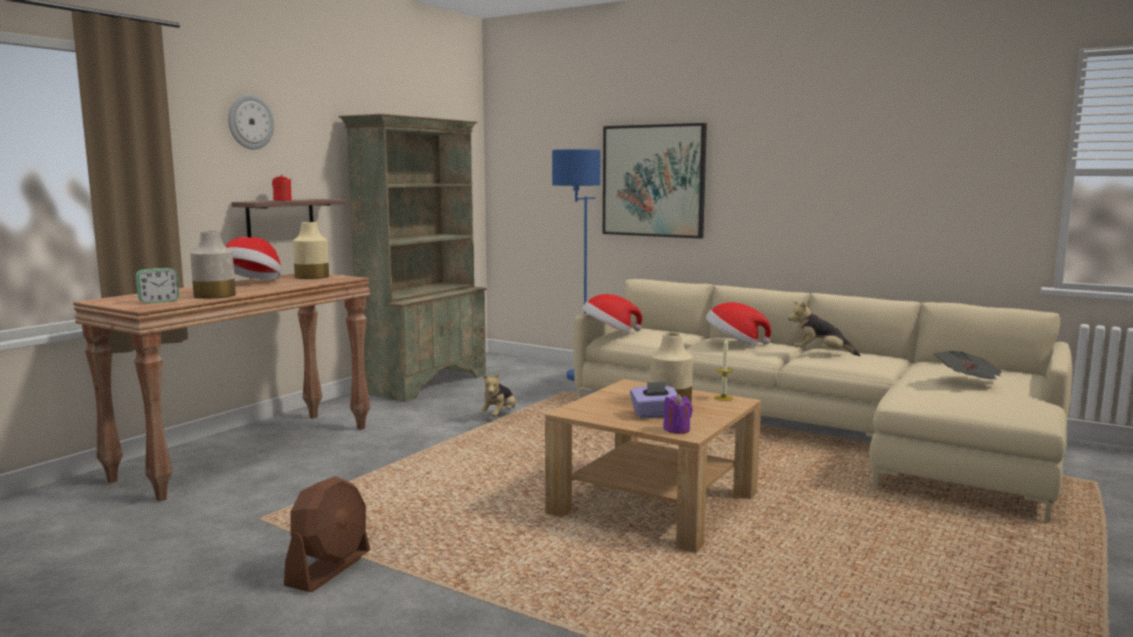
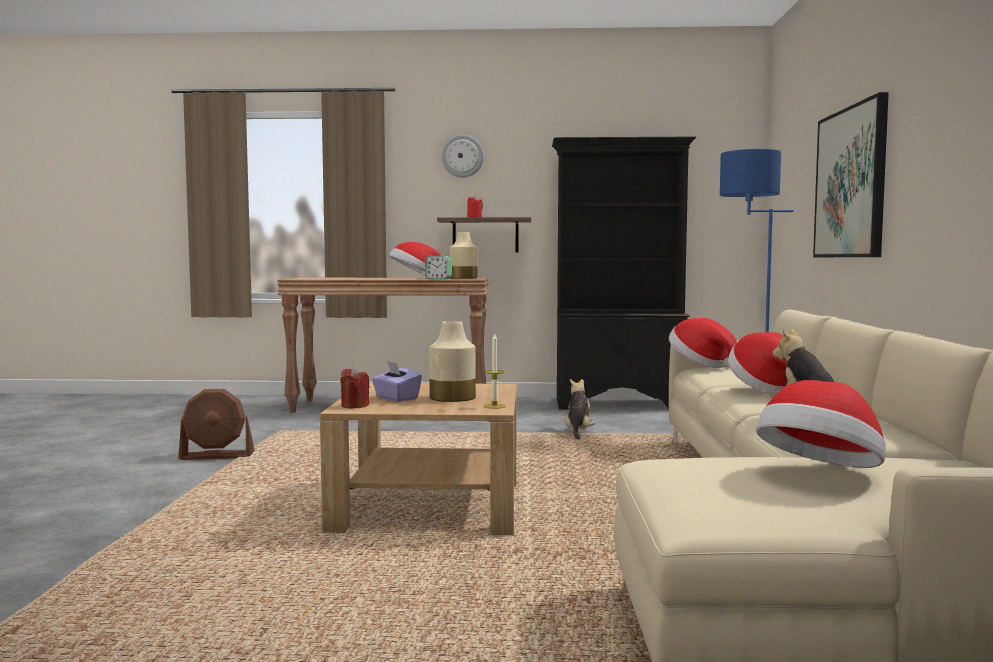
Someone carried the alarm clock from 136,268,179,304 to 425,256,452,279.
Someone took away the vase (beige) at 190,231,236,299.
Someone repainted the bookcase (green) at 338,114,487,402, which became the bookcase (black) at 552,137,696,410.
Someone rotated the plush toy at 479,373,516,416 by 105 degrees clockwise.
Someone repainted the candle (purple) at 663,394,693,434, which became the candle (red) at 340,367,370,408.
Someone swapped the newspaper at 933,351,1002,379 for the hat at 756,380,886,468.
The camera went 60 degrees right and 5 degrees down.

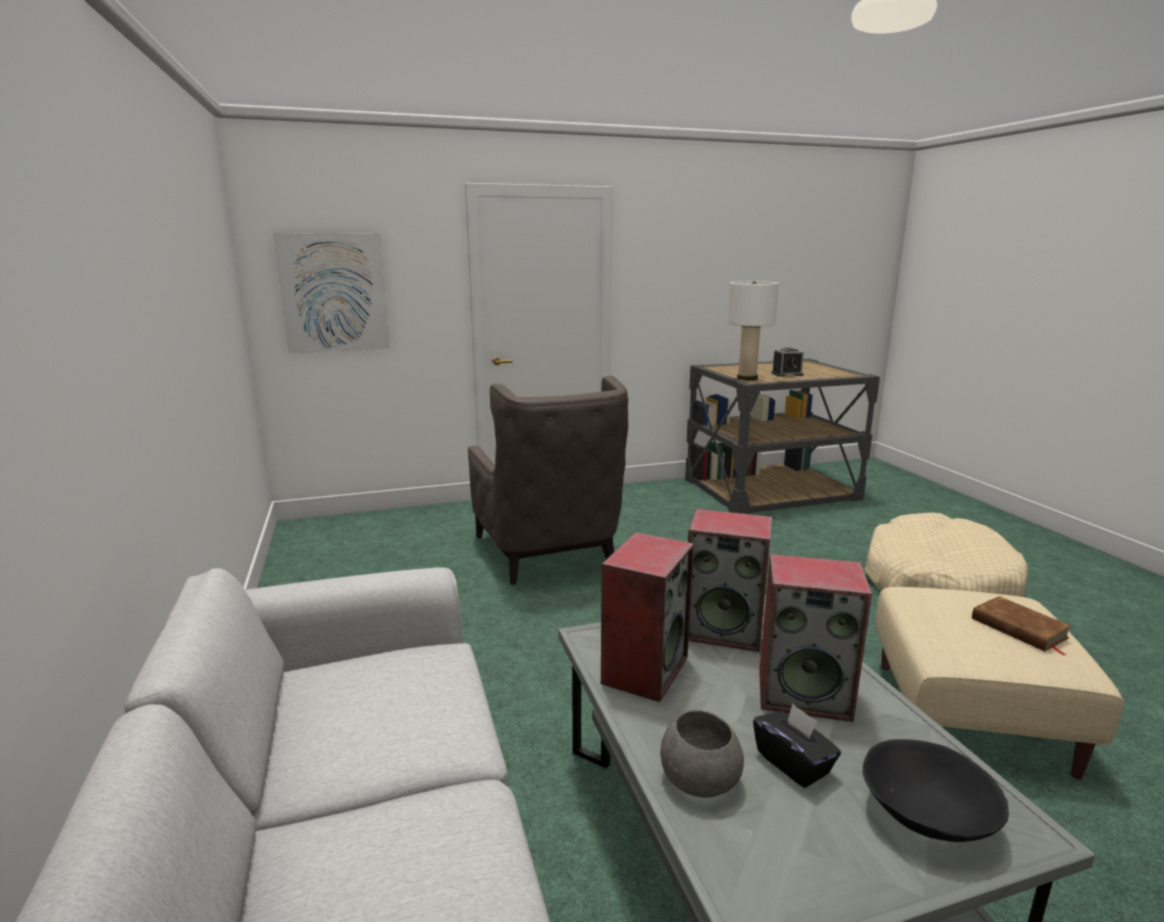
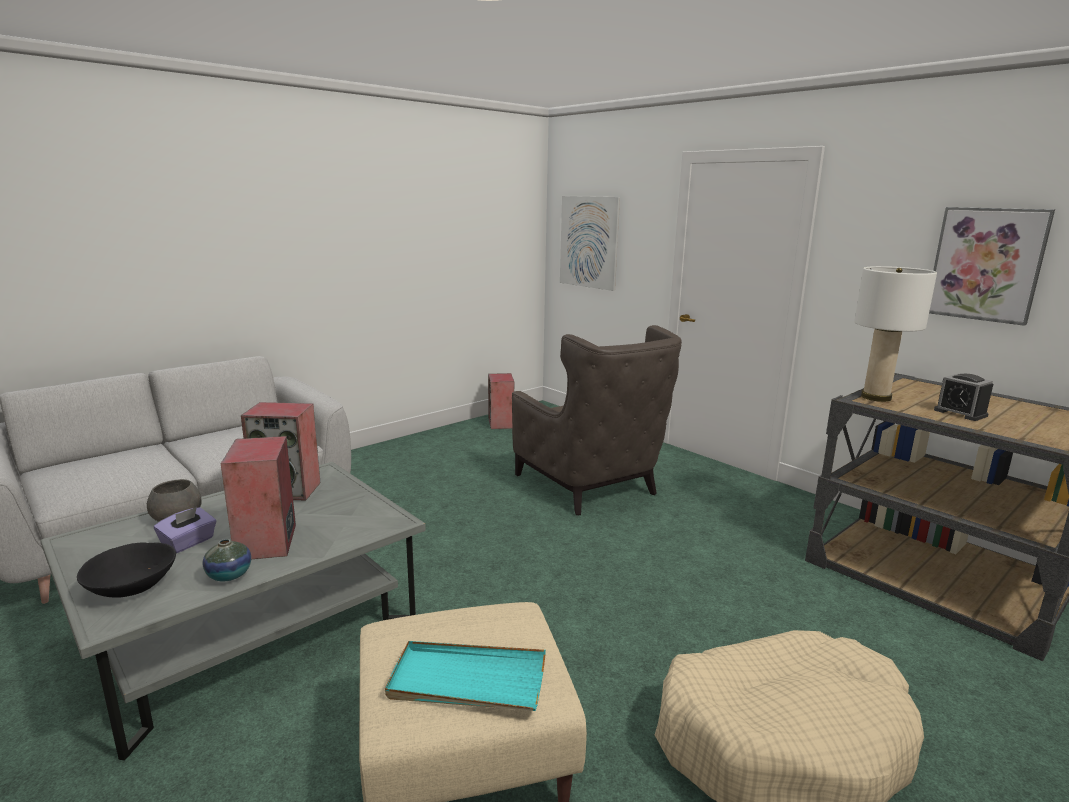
Someone rotated the armchair (grey) at 468,376,628,585 by 75 degrees counterclockwise.
Someone carried the speaker from 688,509,772,652 to 488,373,514,429.
Someone repainted the tissue box (black) at 753,703,841,788, which became the tissue box (purple) at 154,507,217,553.
Someone swapped the book (brown) at 972,596,1072,655 for the tray (turquoise) at 385,641,546,711.
Someone put down the vase at 202,539,251,581.
Someone put up the picture at 929,207,1055,326.
The camera went 65 degrees right and 0 degrees up.

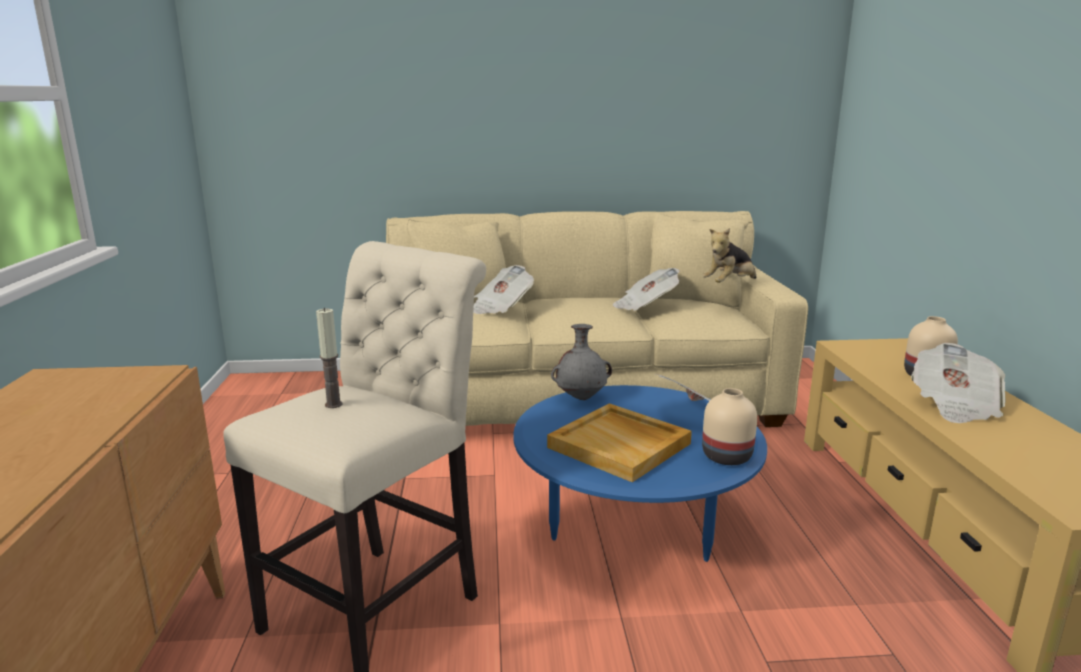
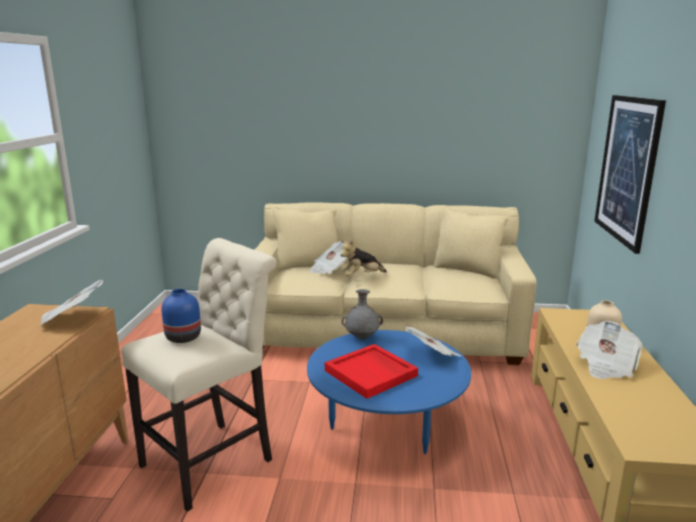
Someone swapped the candle at 316,308,343,408 for the vase (blue) at 161,289,201,343.
Someone repainted the tray (beige) at 547,403,692,482, which became the tray (red) at 325,344,418,399.
Someone carried the newspaper from 613,268,680,311 to 39,280,103,326.
Someone carried the plush toy from 702,228,756,283 to 341,240,387,276.
Someone took away the vase (beige) at 702,388,757,465.
Someone put up the picture at 594,95,666,254.
The camera went 10 degrees right and 0 degrees up.

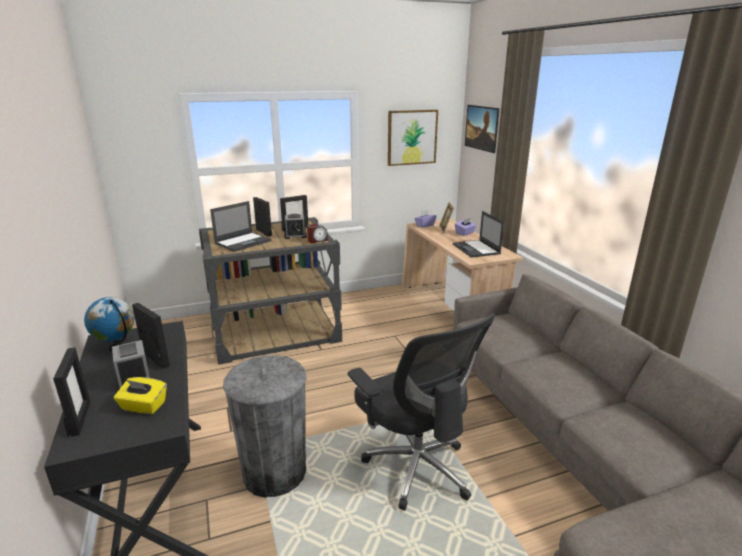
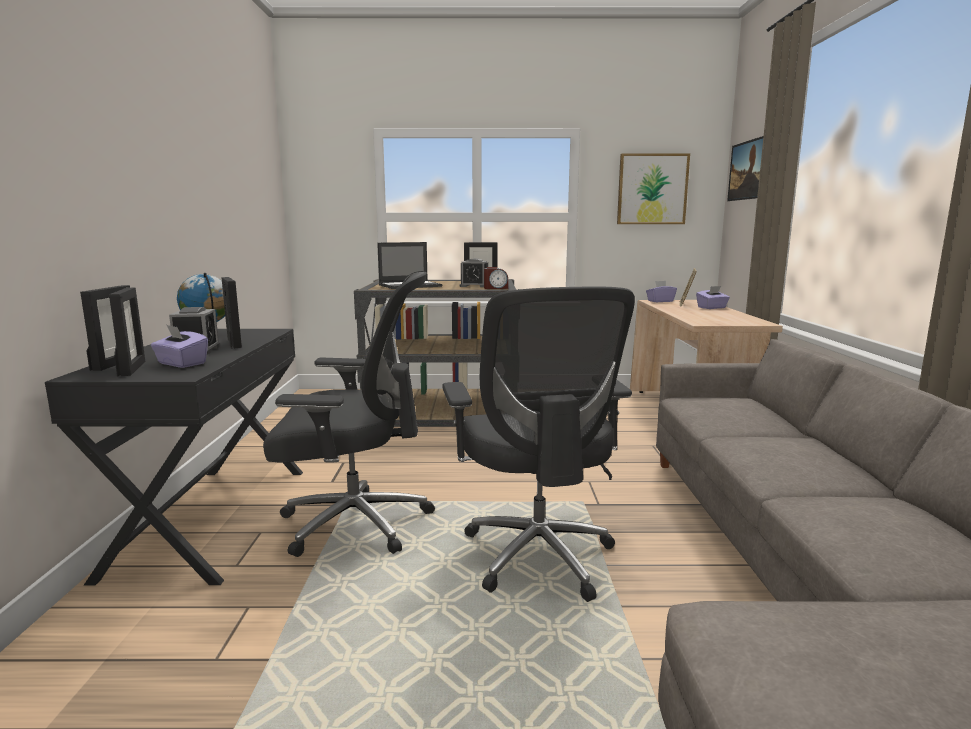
Someone repainted the tissue box (yellow) at 114,377,167,414, which became the tissue box (purple) at 151,325,208,368.
Someone swapped the trash can (grey) at 223,355,307,498 for the office chair at 263,271,435,557.
Someone carried the picture frame from 253,197,272,237 to 109,288,145,377.
Someone took away the laptop at 453,211,504,258.
The camera went 20 degrees right and 10 degrees down.

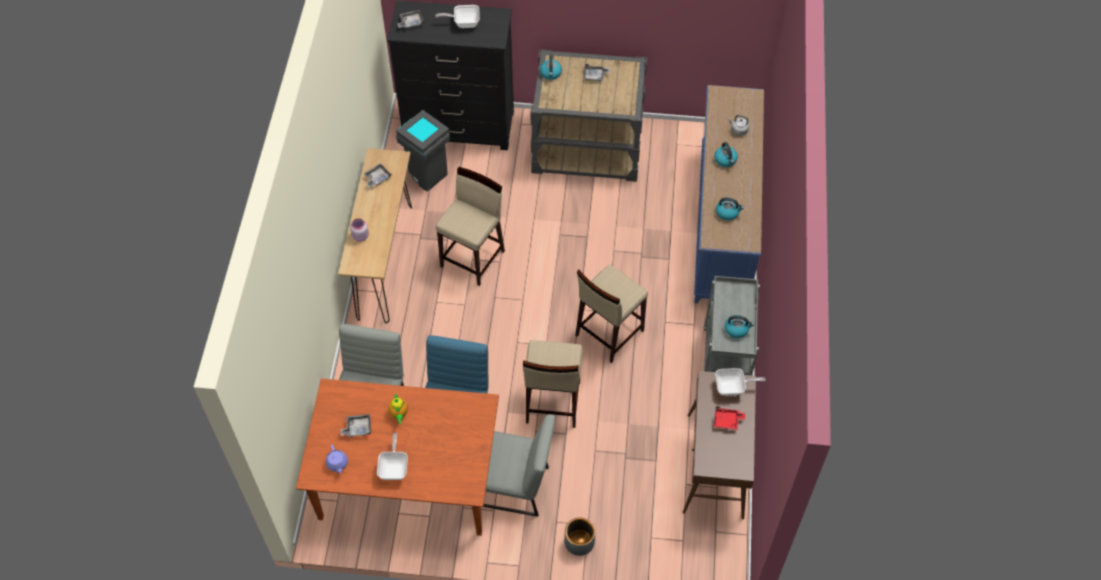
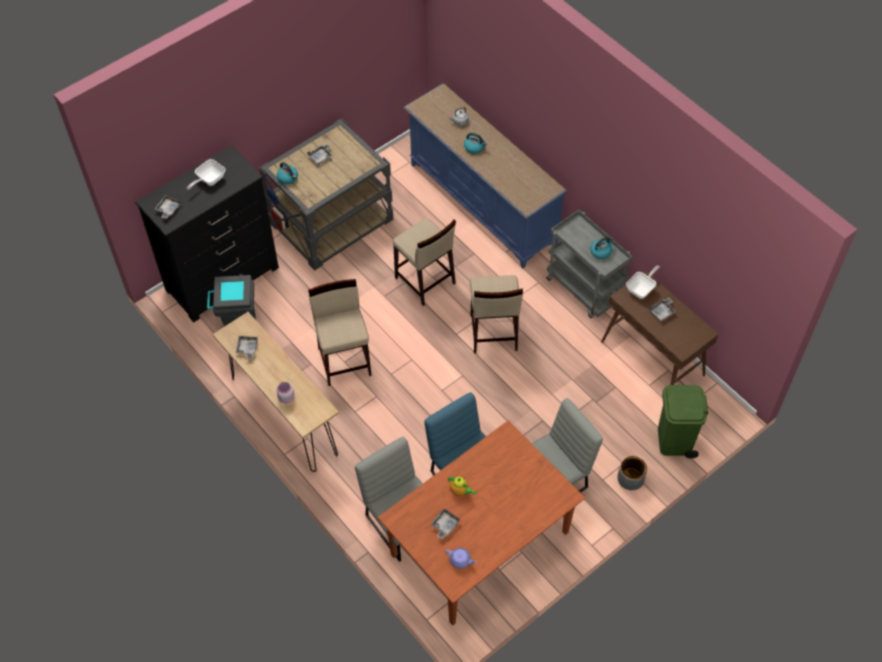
Someone took away the frying pan at 377,433,408,480.
Someone carried the stool (beige) from 523,340,583,428 to 393,218,456,306.
Someone repainted the tray (red) at 714,406,745,430, which became the tray (grey) at 649,298,677,322.
Someone took away the kettle at 716,197,744,220.
Someone put down the trash can (green) at 658,385,708,459.
The camera went 45 degrees left and 0 degrees up.

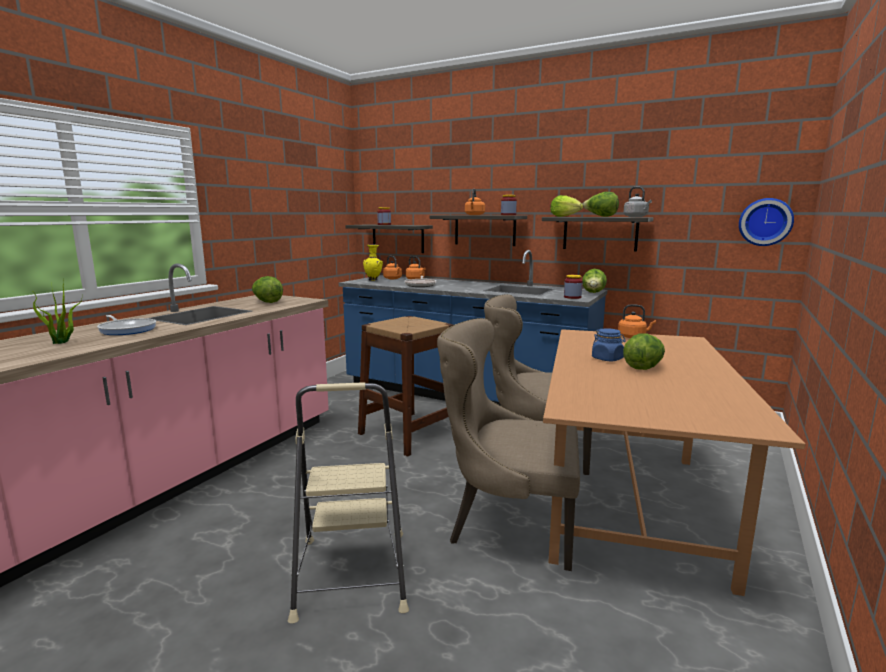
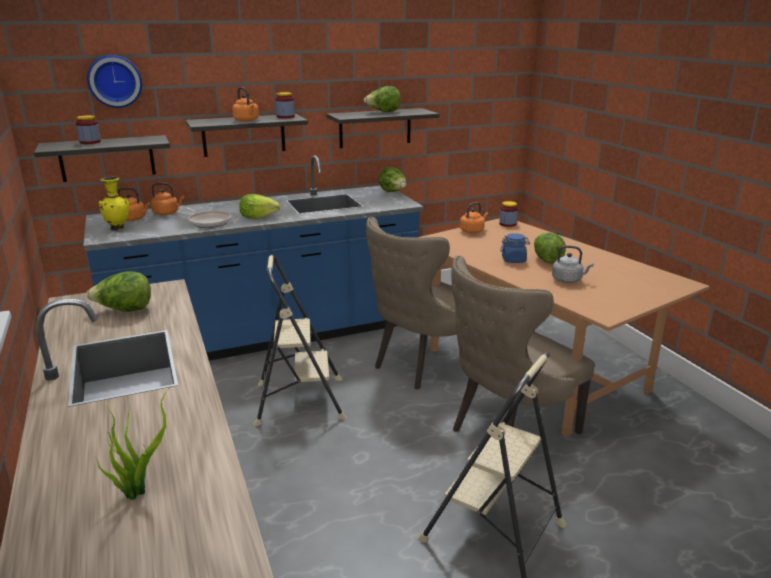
Someone took away the frying pan at 97,315,156,335.
Someone swapped the stool (brown) at 358,316,453,457 for the step ladder (beige) at 253,254,347,426.
Someone carried the lettuce from 550,195,583,217 to 239,194,280,219.
Someone carried the jar from 564,275,583,299 to 499,201,518,227.
Someone carried the kettle (grey) from 623,187,652,217 to 552,246,594,283.
Someone carried the wall clock from 739,198,794,246 to 87,55,142,108.
The camera went 50 degrees left and 10 degrees up.

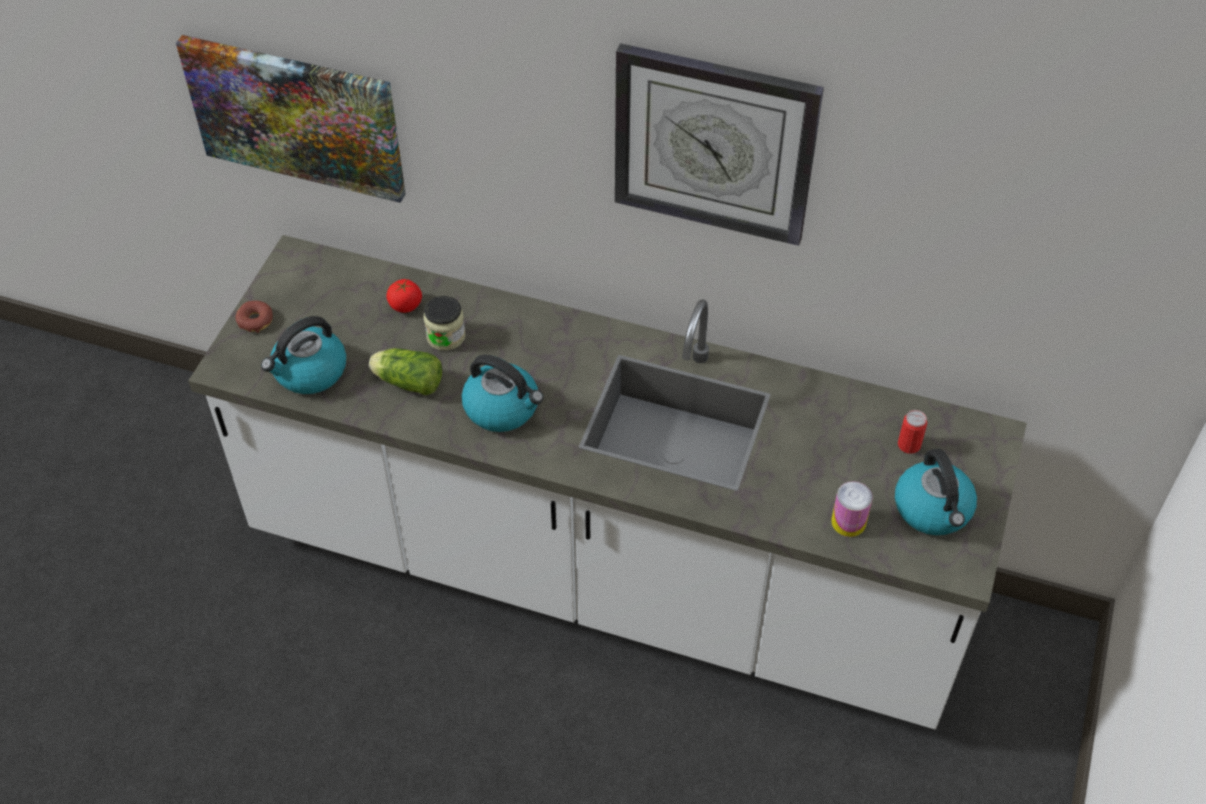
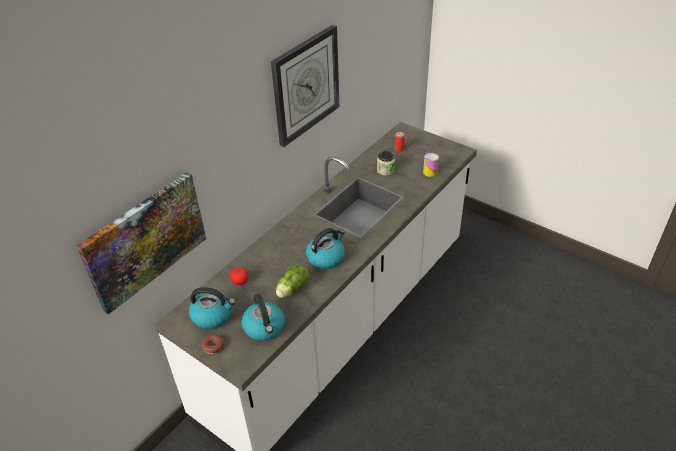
Someone carried the jar from 423,296,466,351 to 377,151,395,176.
Someone carried the kettle from 895,449,977,535 to 189,287,236,329.
The camera went 70 degrees left and 10 degrees down.

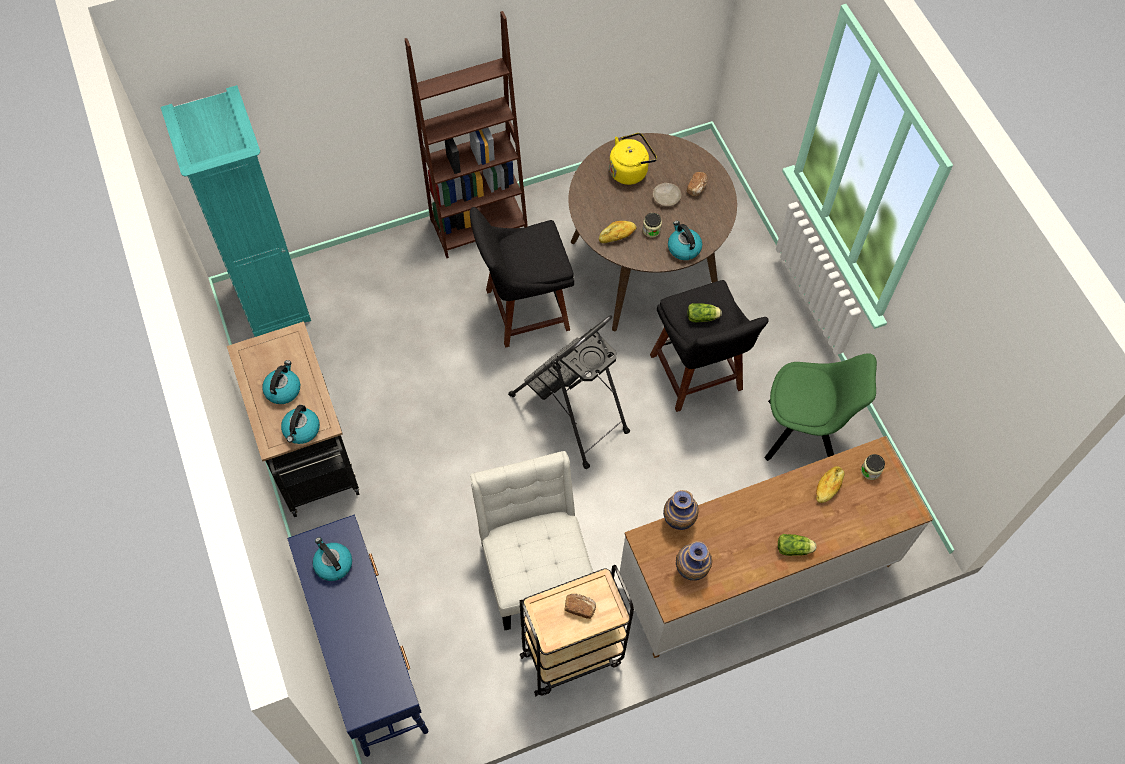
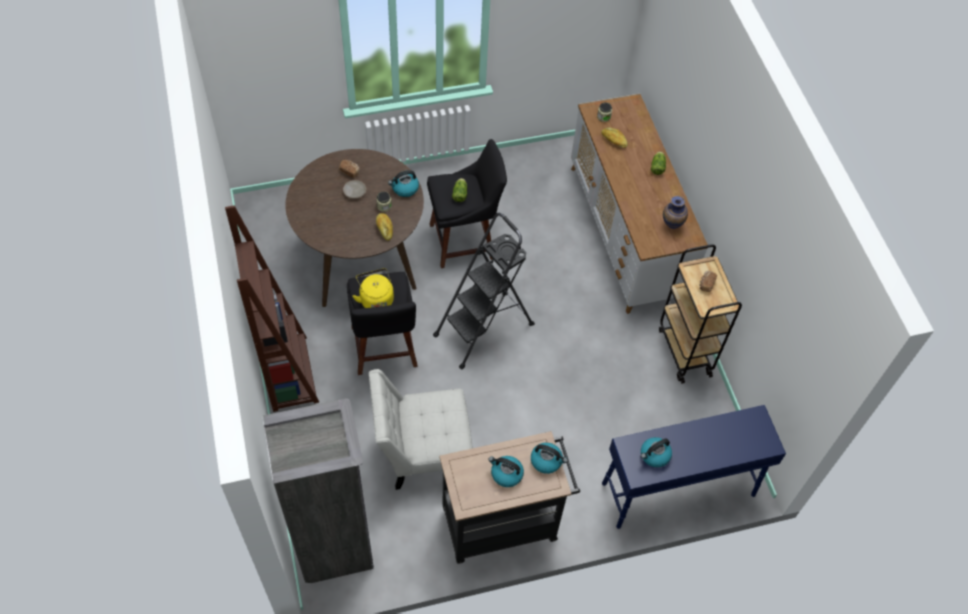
Someone repainted the cabinet (turquoise) at 161,85,311,337, which became the cabinet (grey) at 262,398,374,583.
Someone carried the chair (white) from 470,451,593,630 to 369,369,473,490.
Someone carried the kettle (yellow) from 609,133,657,185 to 353,268,394,308.
Someone took away the vase at 663,490,699,530.
Someone took away the chair (green) at 764,353,877,461.
The camera went 85 degrees left and 5 degrees down.

